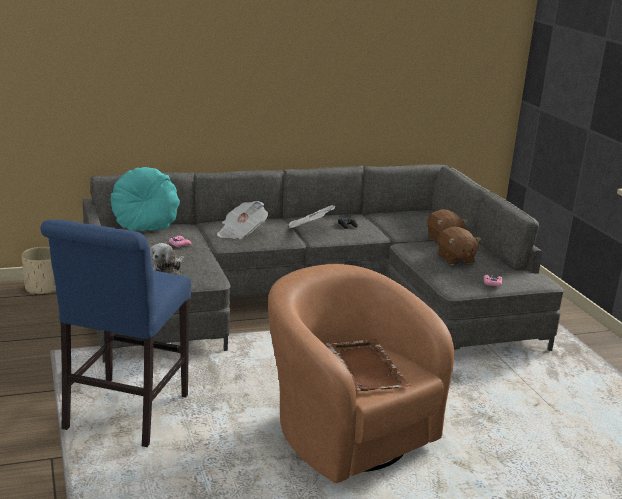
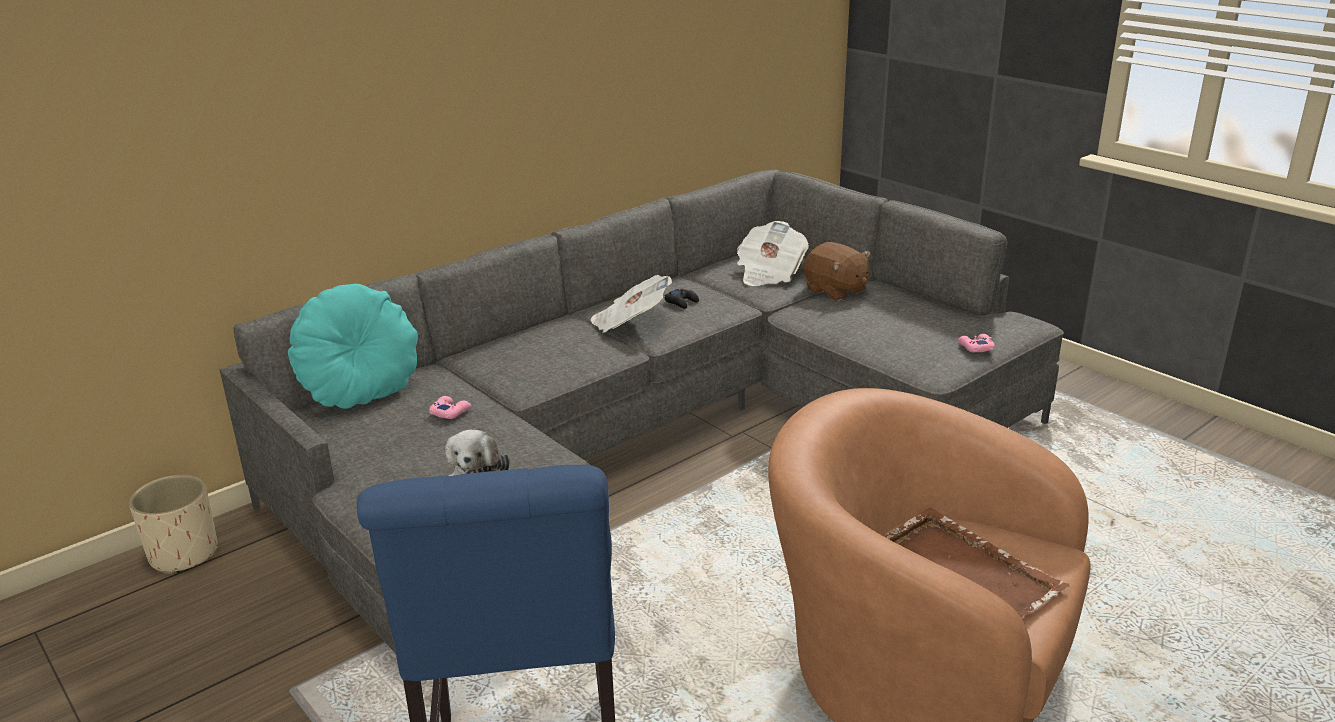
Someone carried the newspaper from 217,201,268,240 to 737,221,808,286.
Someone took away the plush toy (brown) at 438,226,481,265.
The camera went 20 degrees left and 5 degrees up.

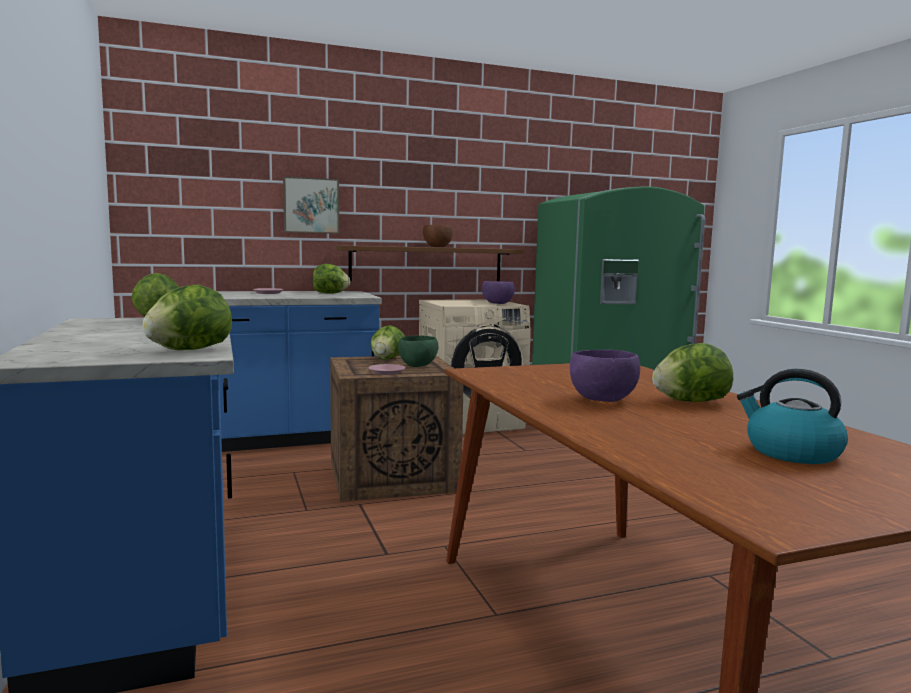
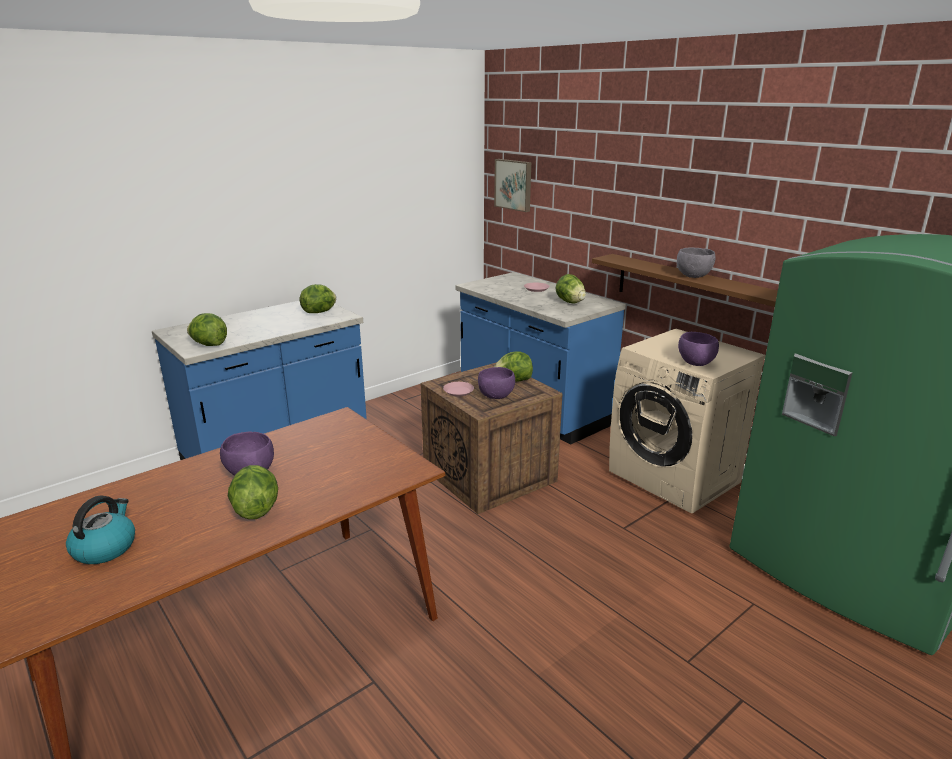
Someone carried the picture from 283,176,339,234 to 494,159,531,212.
Someone repainted the bowl (green) at 398,336,438,367, which became the bowl (purple) at 478,367,515,399.
Someone repainted the bowl (brown) at 423,225,453,247, which became the bowl (grey) at 677,247,716,278.
The camera went 70 degrees right and 15 degrees up.

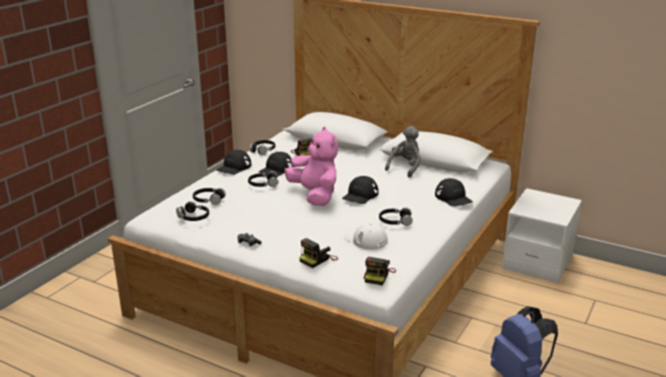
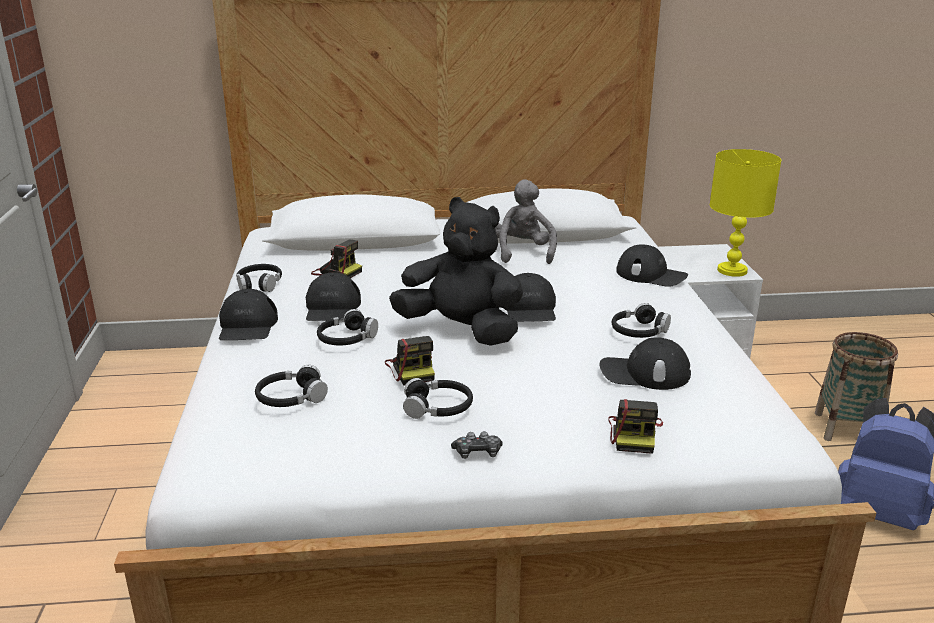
Someone carried the headphones (black) from 176,201,209,221 to 403,378,473,419.
Someone repainted the plush toy (pink) at 284,127,338,206, which became the plush toy (black) at 389,197,523,346.
Someone repainted the cap (white) at 343,221,387,250, which became the cap (black) at 600,337,691,390.
Someone carried the photo camera from 364,257,396,285 to 385,336,435,386.
Someone put down the table lamp (yellow) at 710,149,781,277.
Someone put down the basket at 815,332,898,441.
The camera went 35 degrees left and 0 degrees up.

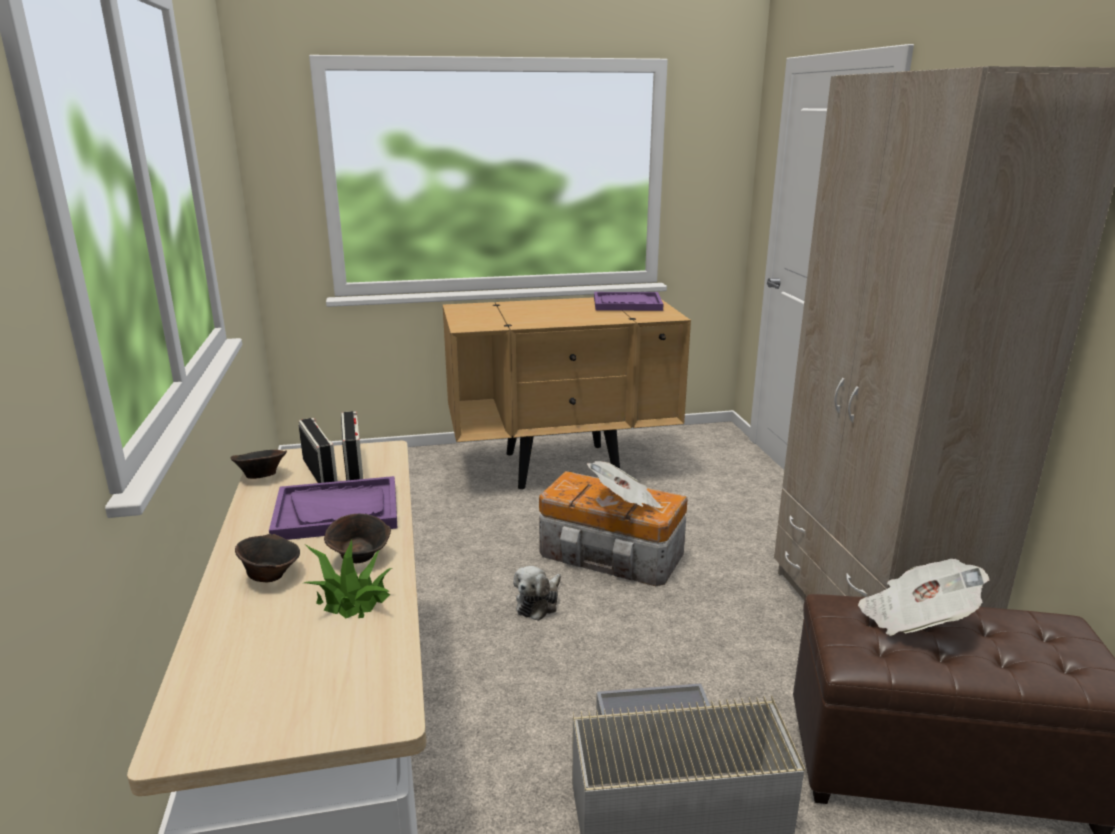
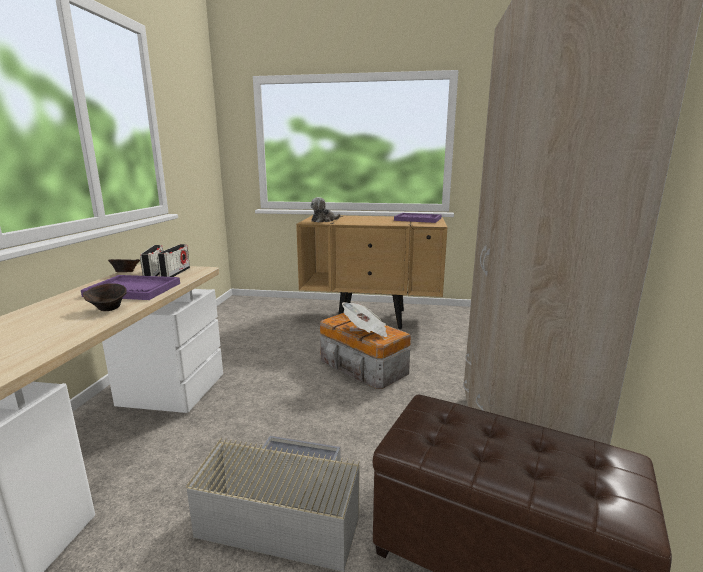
Someone took away the bowl (brown) at 235,534,300,582.
Someone took away the potted plant at 304,539,392,618.
Someone carried the plush toy from 513,566,561,621 to 311,197,340,223.
Someone took away the newspaper at 858,559,990,636.
The camera went 20 degrees right and 5 degrees down.

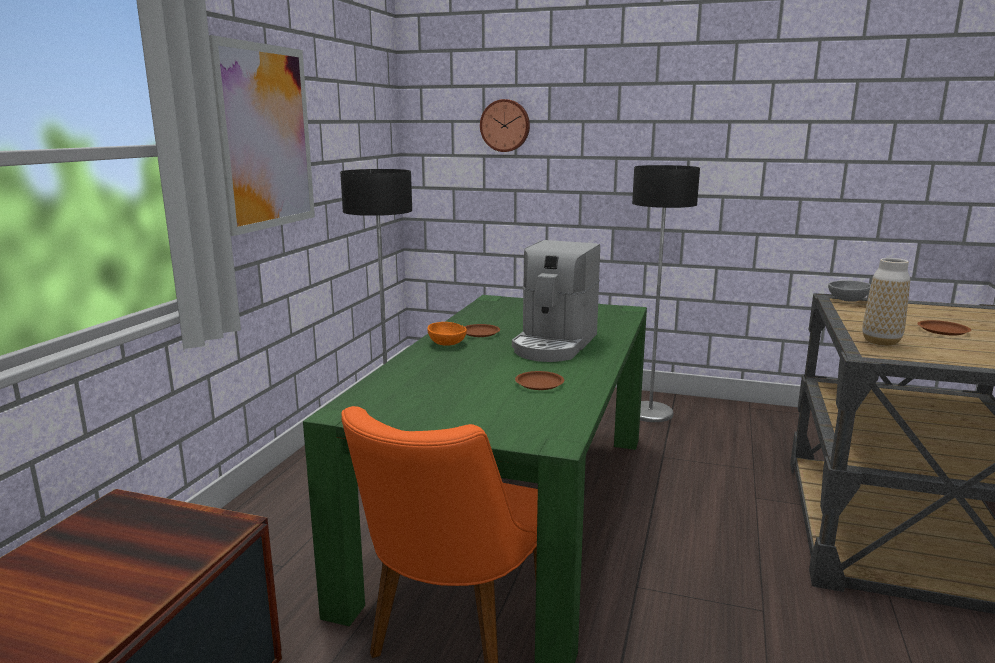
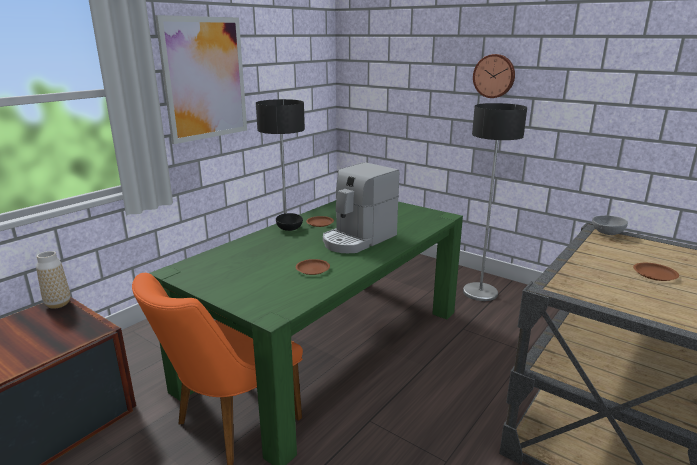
Someone repainted the bowl (orange) at 427,322,467,346, which became the bowl (black) at 276,213,303,231.
Someone carried the wall clock from 480,99,530,152 to 473,54,515,98.
Someone carried the vase from 862,258,910,346 to 36,251,71,309.
The camera went 20 degrees right and 5 degrees up.

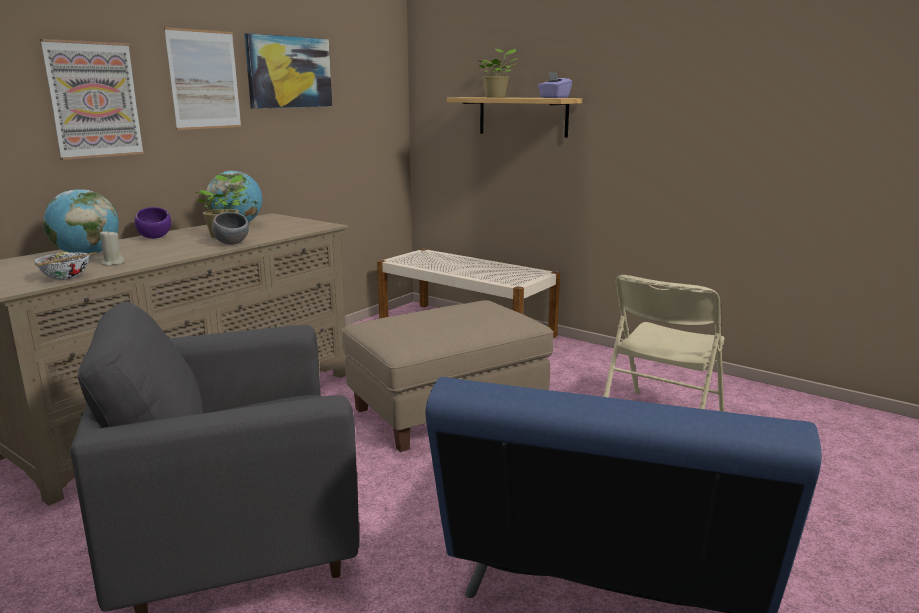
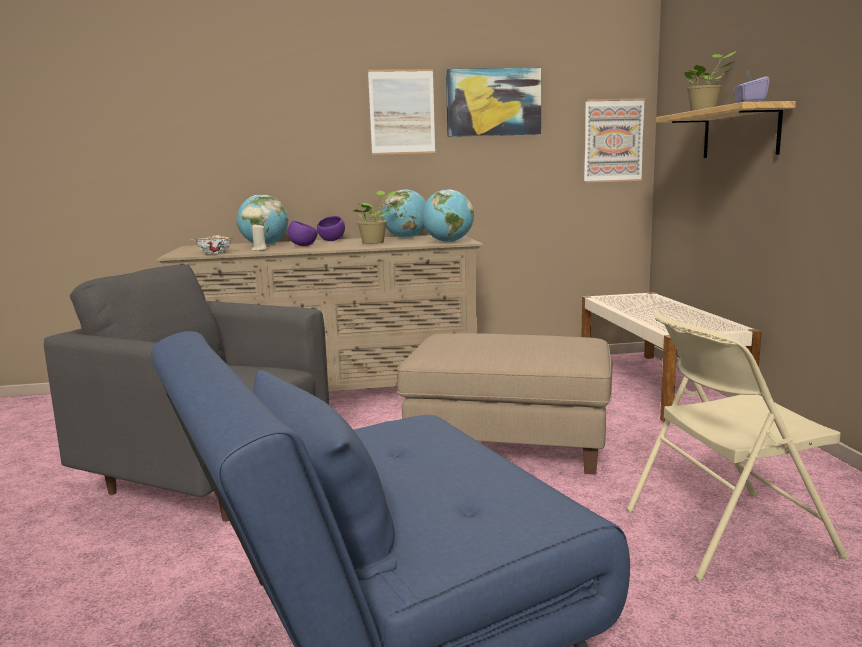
Someone carried the picture from 40,39,144,160 to 584,98,645,183.
Someone took away the bowl (grey) at 212,212,249,245.
Someone put down the bowl (purple) at 288,221,318,246.
Someone put down the globe at 422,189,474,242.
The camera went 45 degrees right and 5 degrees down.

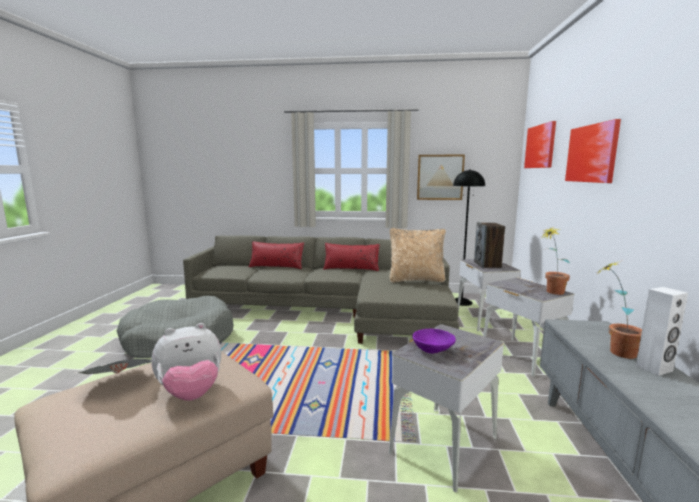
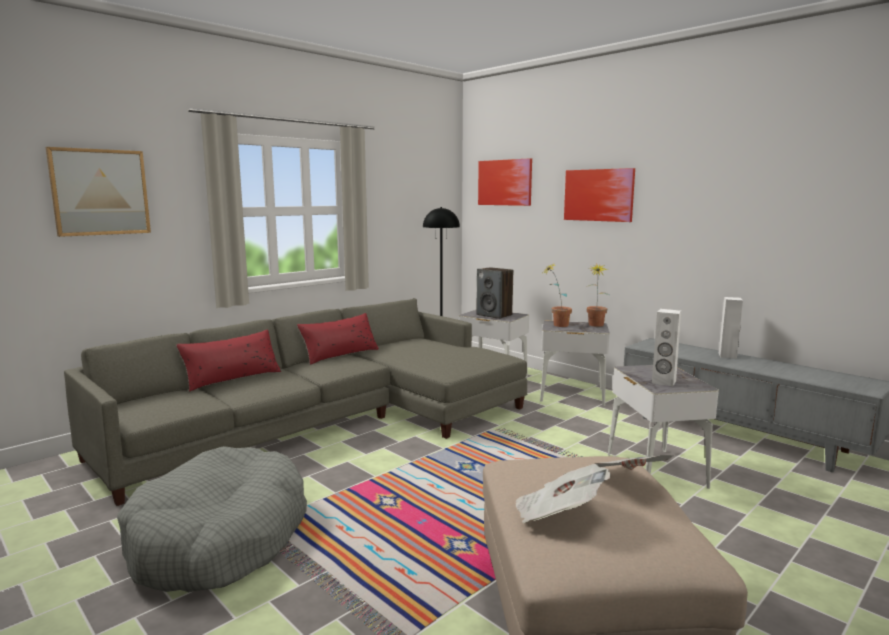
Someone swapped the plush toy at 151,323,221,401 for the newspaper at 596,455,673,470.
Someone took away the pillow (beige) at 389,228,446,283.
Someone swapped the bowl (purple) at 412,329,456,354 for the speaker (white) at 652,309,681,386.
Someone carried the picture from 417,155,465,200 to 46,147,151,237.
Someone carried the potted plant from 597,261,642,359 to 543,262,572,327.
The camera went 50 degrees left and 0 degrees up.

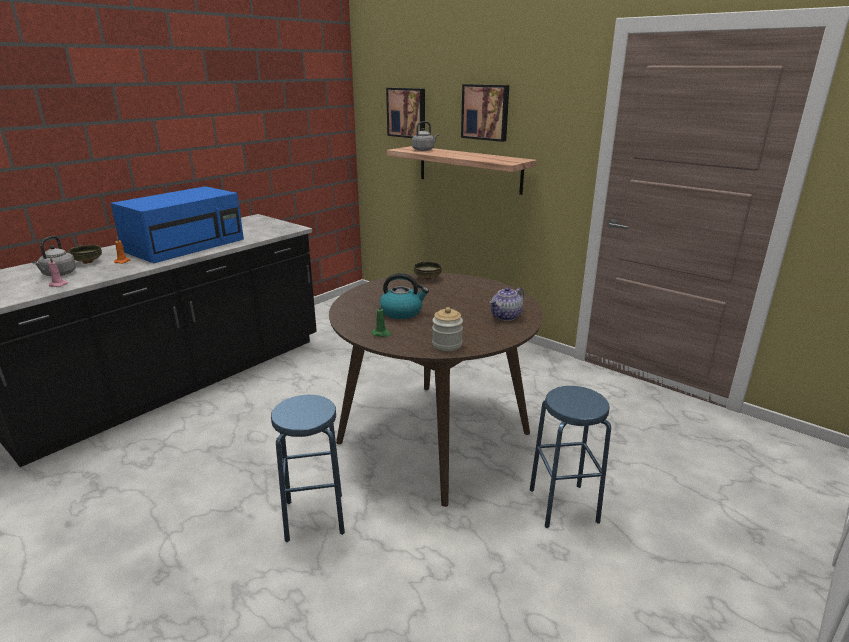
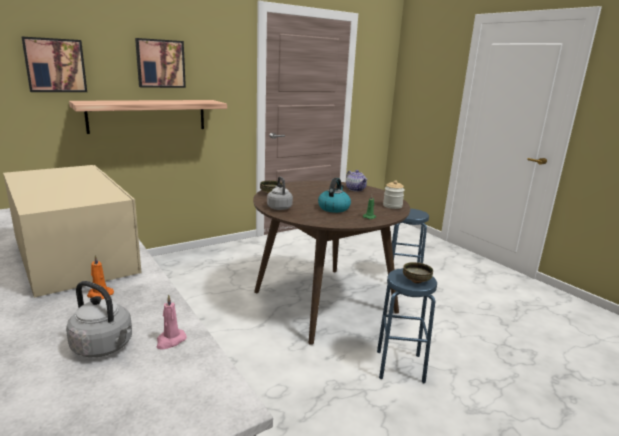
Someone carried the bowl from 69,245,102,264 to 403,262,433,284.
Someone repainted the microwave (blue) at 111,186,244,264, which became the microwave (beige) at 3,165,142,298.
Someone carried the kettle (grey) from 412,121,439,151 to 267,177,293,210.
The camera went 75 degrees left and 5 degrees down.

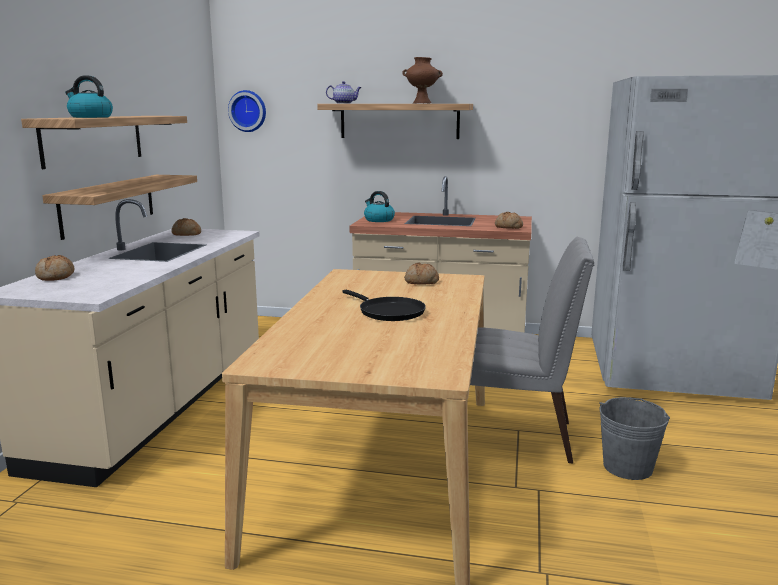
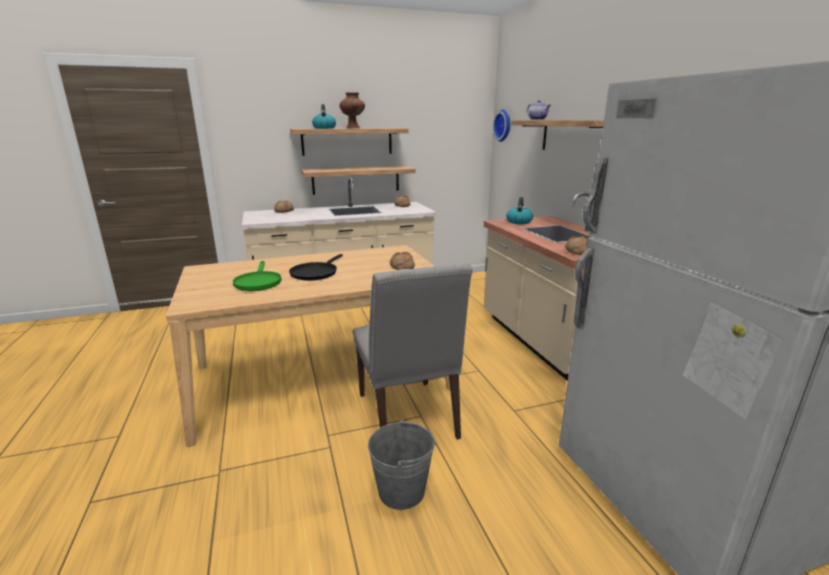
Someone carried the vase (brown) from 402,57,443,103 to 339,92,365,128.
Someone put down the frying pan (green) at 233,261,282,291.
The camera went 60 degrees right and 5 degrees up.

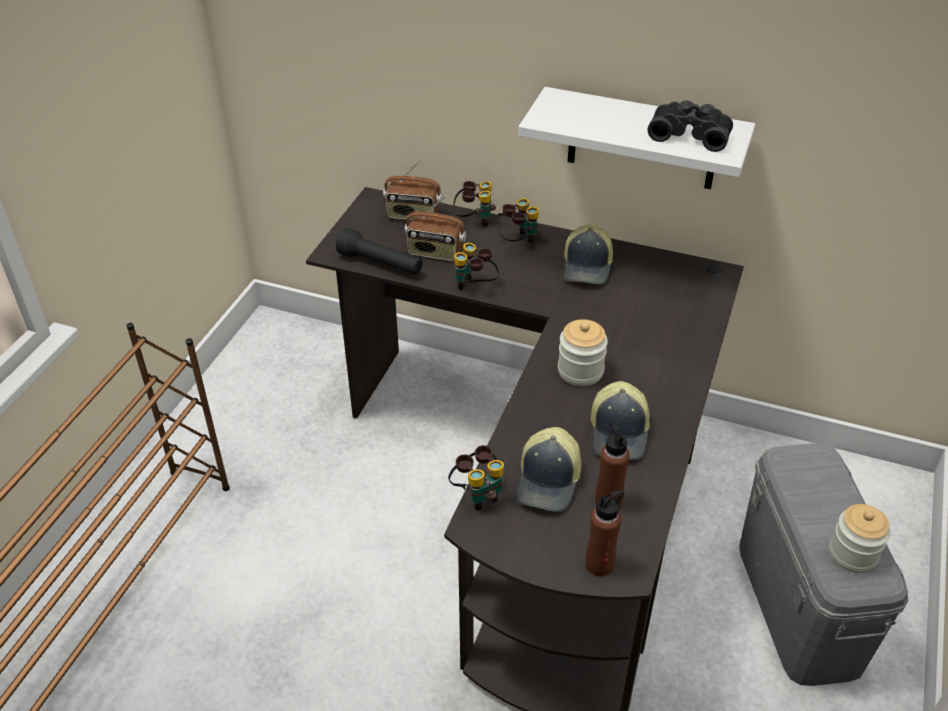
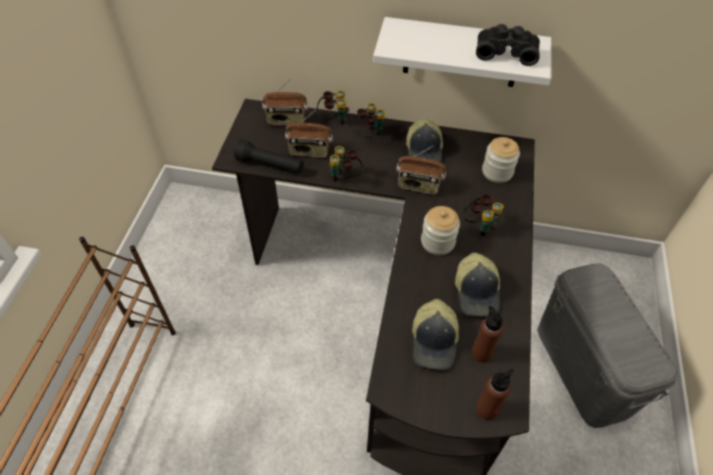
Someone carried the binoculars from 448,445,504,510 to 463,194,503,236.
Someone carried the jar from 829,504,890,573 to 482,137,520,183.
Someone put down the radio at 396,146,446,195.
The camera went 10 degrees left and 10 degrees up.

